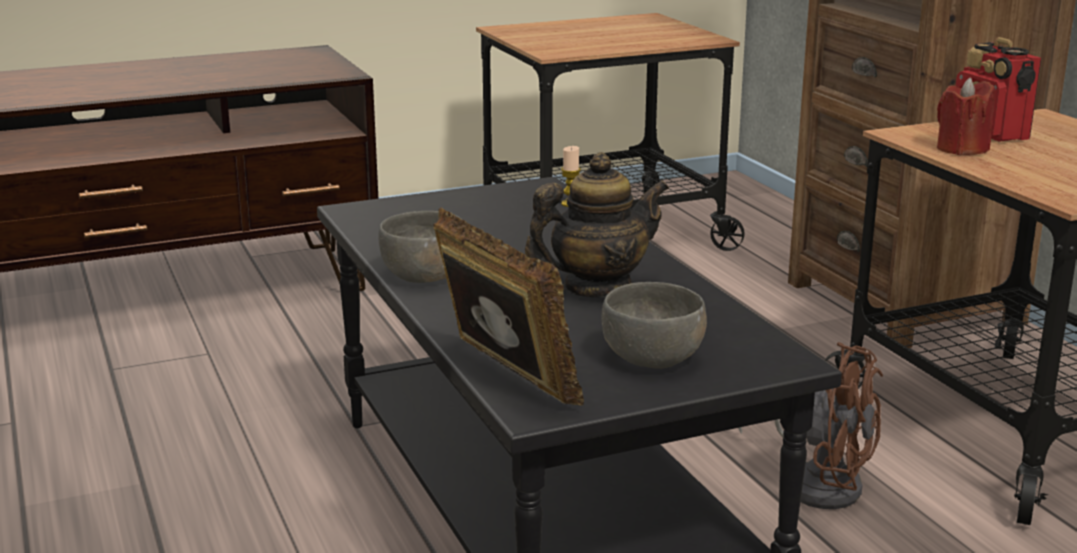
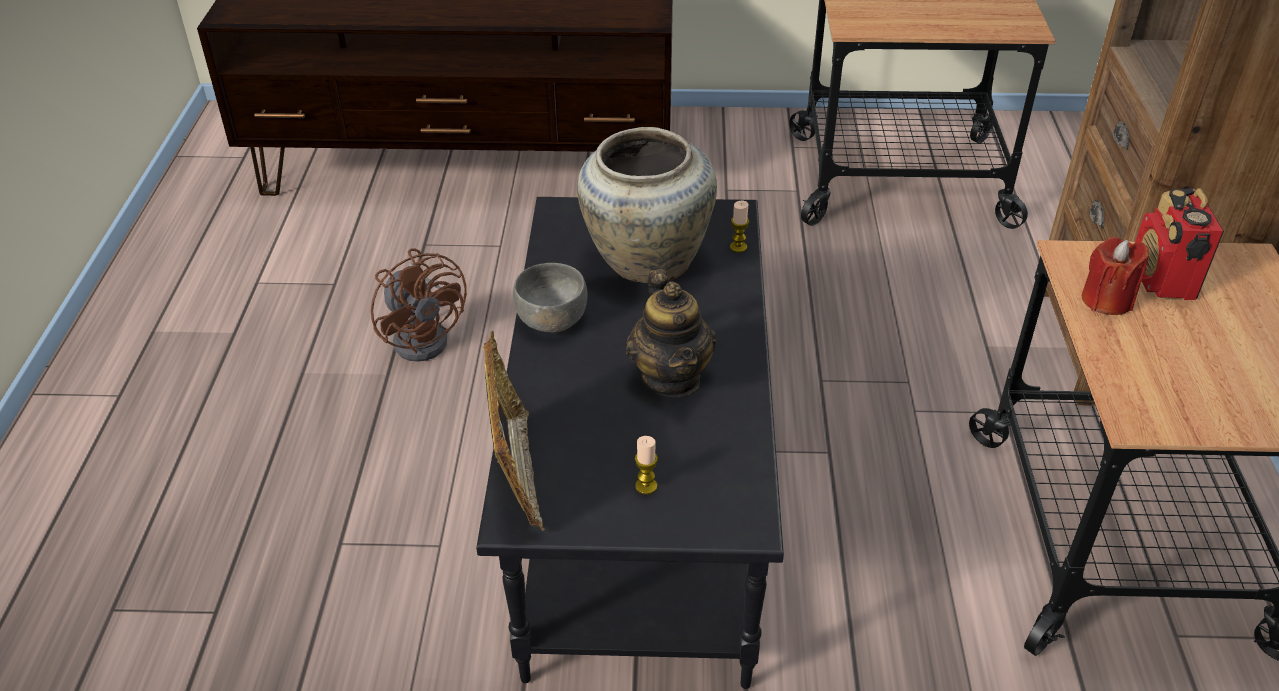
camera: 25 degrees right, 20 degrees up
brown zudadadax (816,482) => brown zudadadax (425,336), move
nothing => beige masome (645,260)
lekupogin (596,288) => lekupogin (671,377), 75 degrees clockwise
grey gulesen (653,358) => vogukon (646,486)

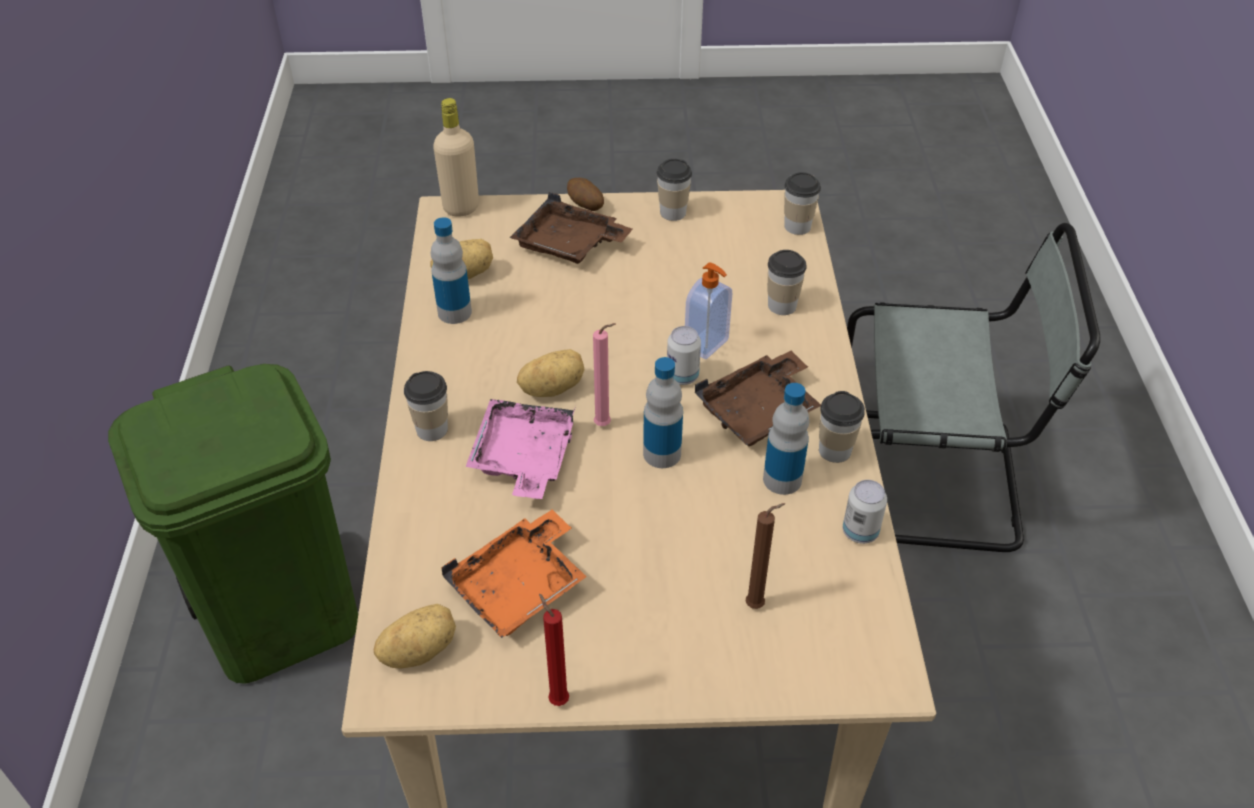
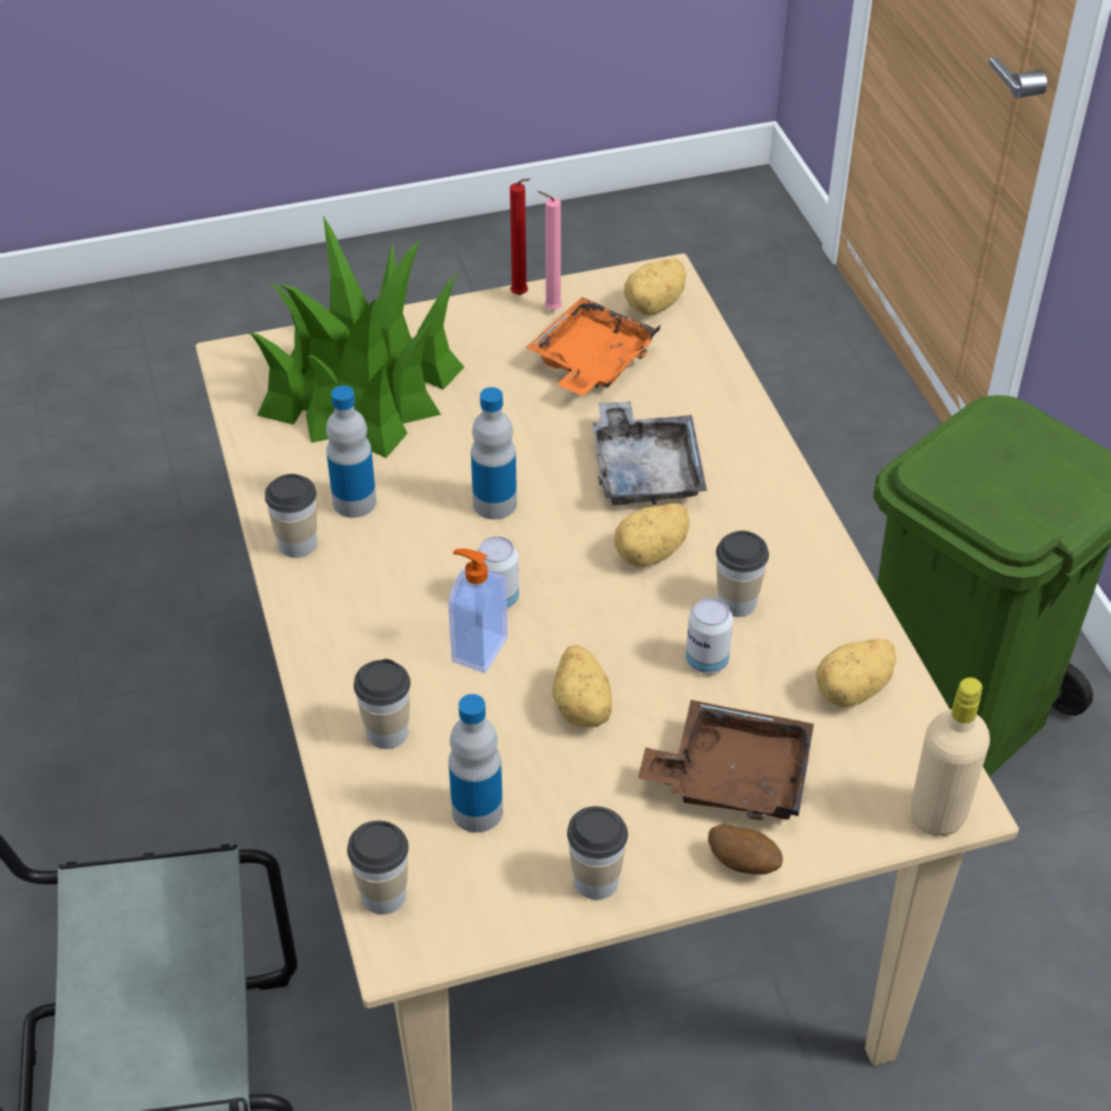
camera: 165 degrees right, 0 degrees up
brown vogukon (757,605) => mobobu (362,388)
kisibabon (454,312) => kisibabon (477,811), move
pink vogukon (605,425) => pink vogukon (550,310), move
nothing => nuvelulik (583,706)
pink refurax (523,458) => grey refurax (645,470)
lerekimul (860,532) => lerekimul (707,661), move
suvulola (432,429) => suvulola (737,602), move
brown refurax (759,411) => nothing

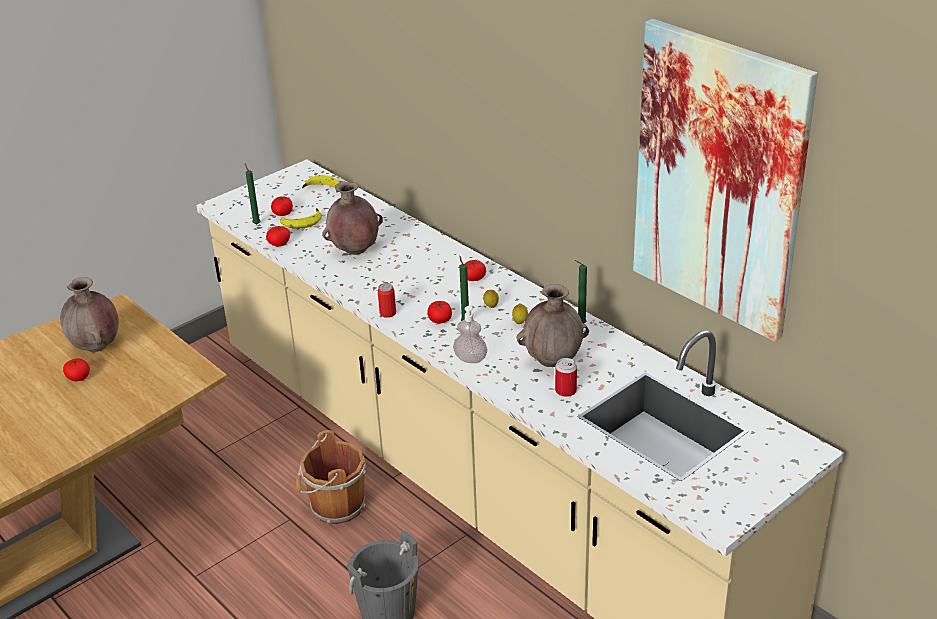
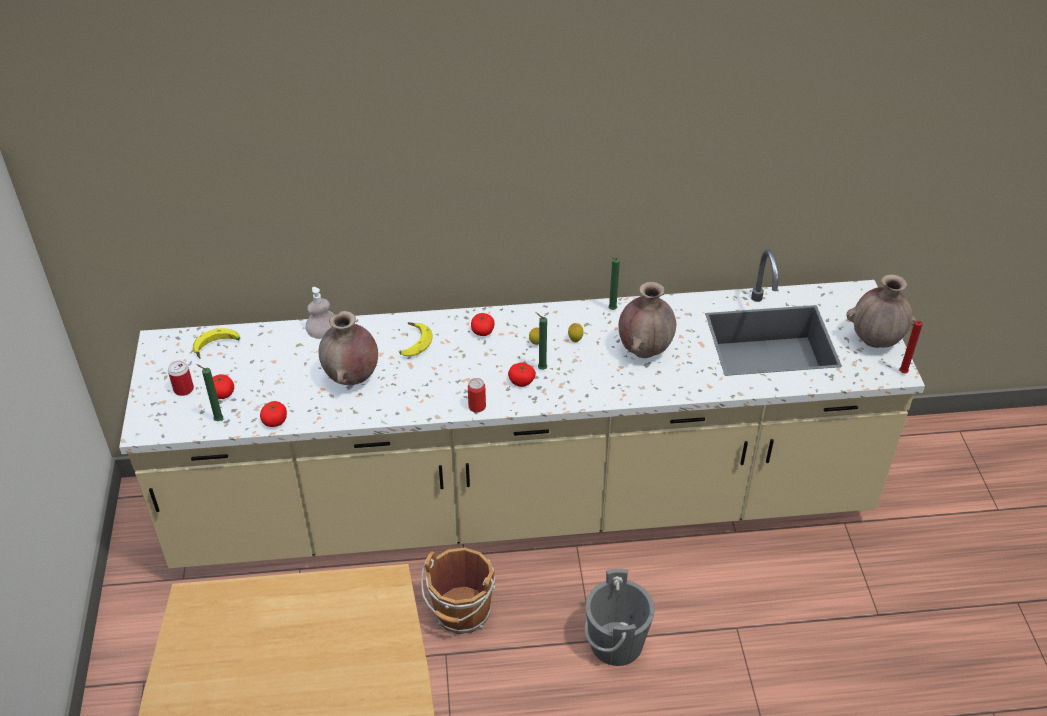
camera: 55 degrees left, 10 degrees up
lerekimul (565,391) => lerekimul (183,389), move
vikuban (470,359) => vikuban (322,333), move
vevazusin (301,222) => vevazusin (412,343), move
brown masome (97,347) => brown masome (875,341), move
nothing => red vogukon (902,373)
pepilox (78,377) => nothing
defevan (718,181) => nothing

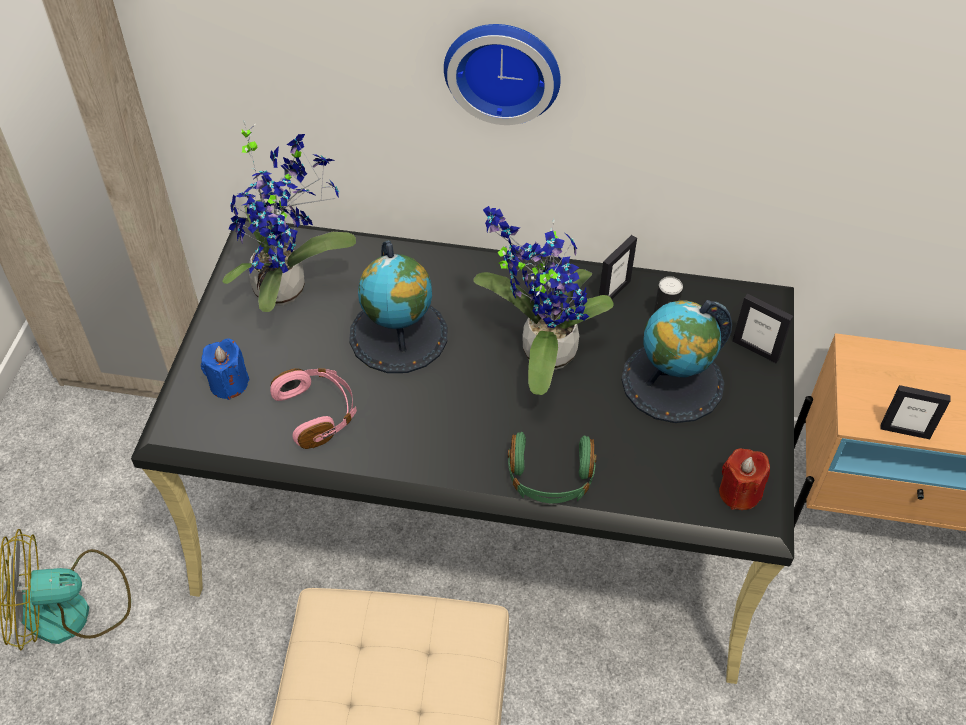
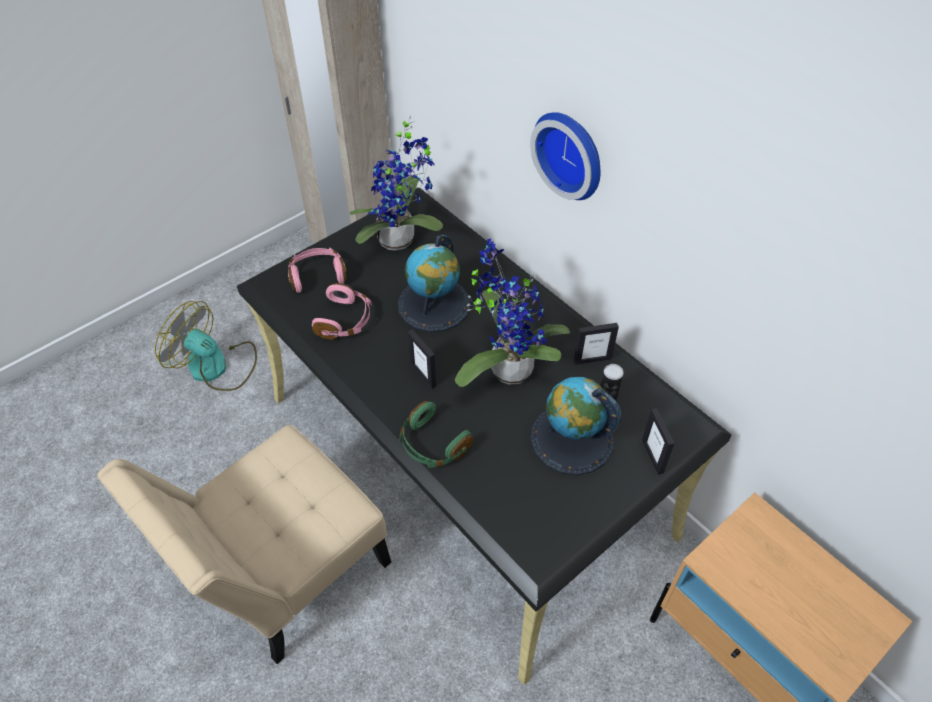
camera: 40 degrees right, 0 degrees up
blue vogukon (229,384) => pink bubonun (317,275)
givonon (905,431) => givonon (423,375), move
red vogukon (739,493) => nothing

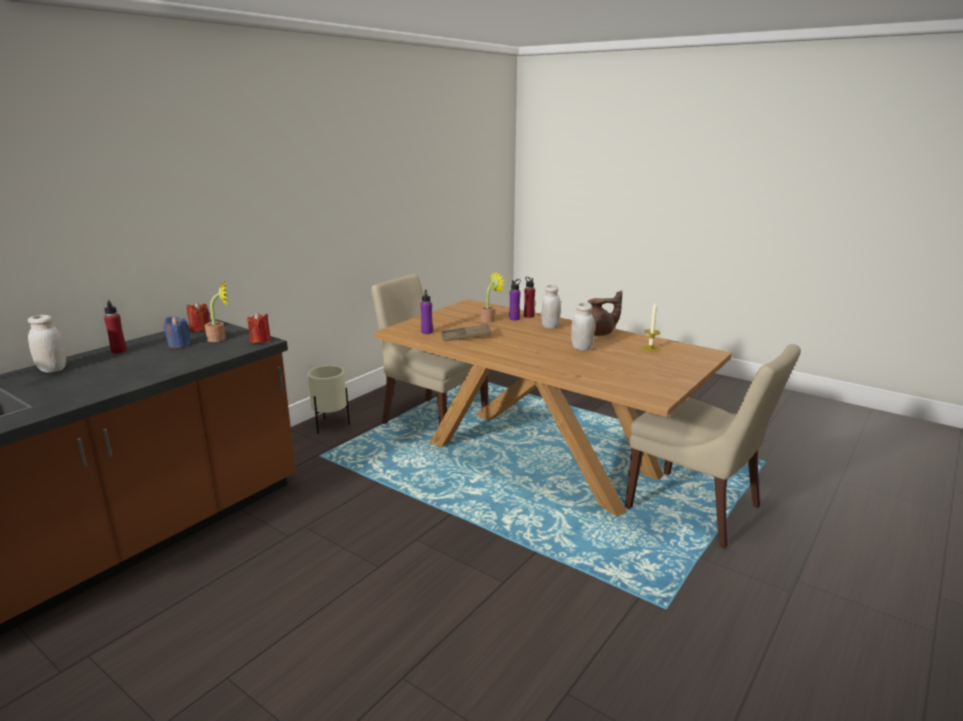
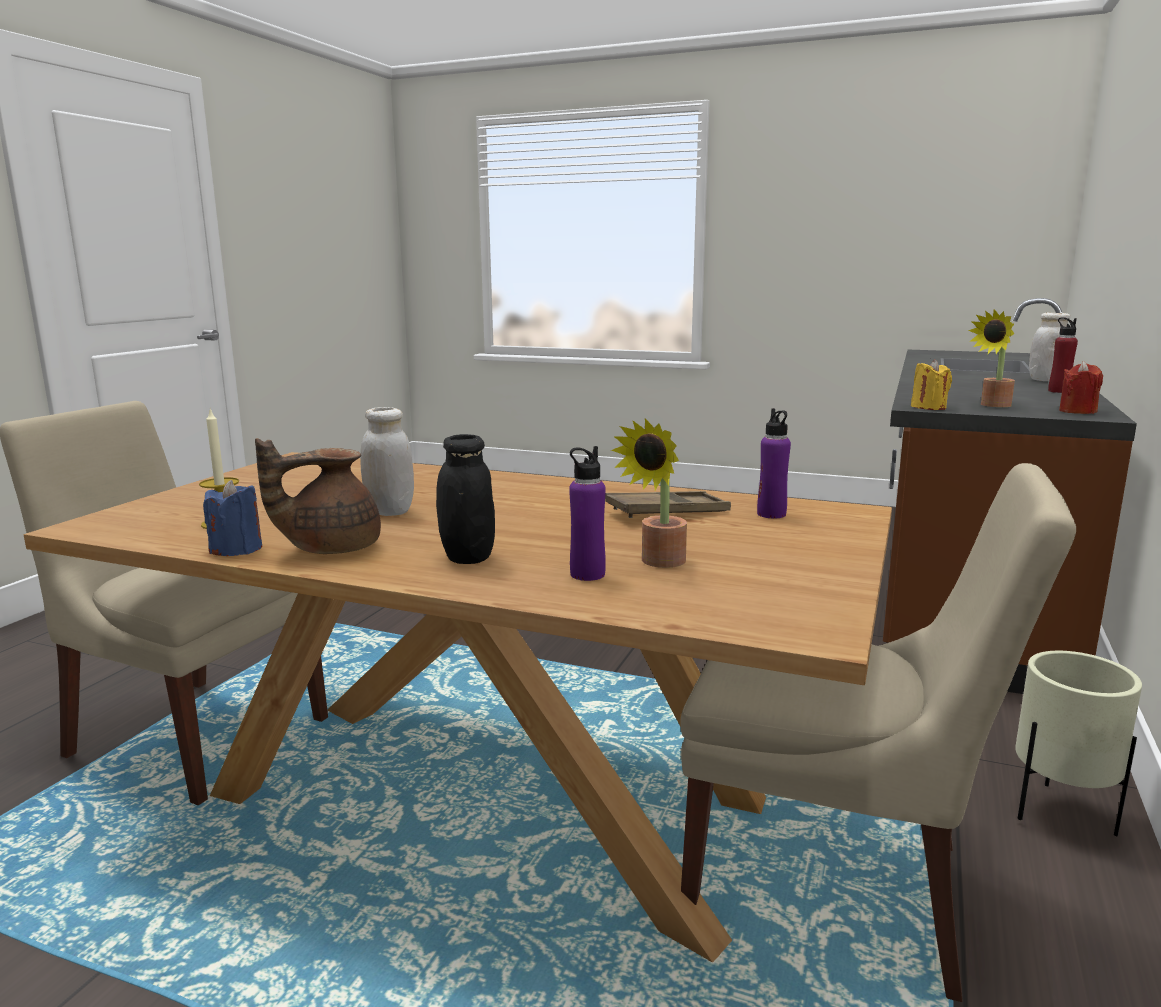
camera: 165 degrees right, 5 degrees down
blue vogukon (179,344) => blue vogukon (237,549), move
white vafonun (550,326) => black vafonun (467,557)
red vogukon (260,340) => yellow vogukon (929,407)
red kisibabon (529,316) => nothing

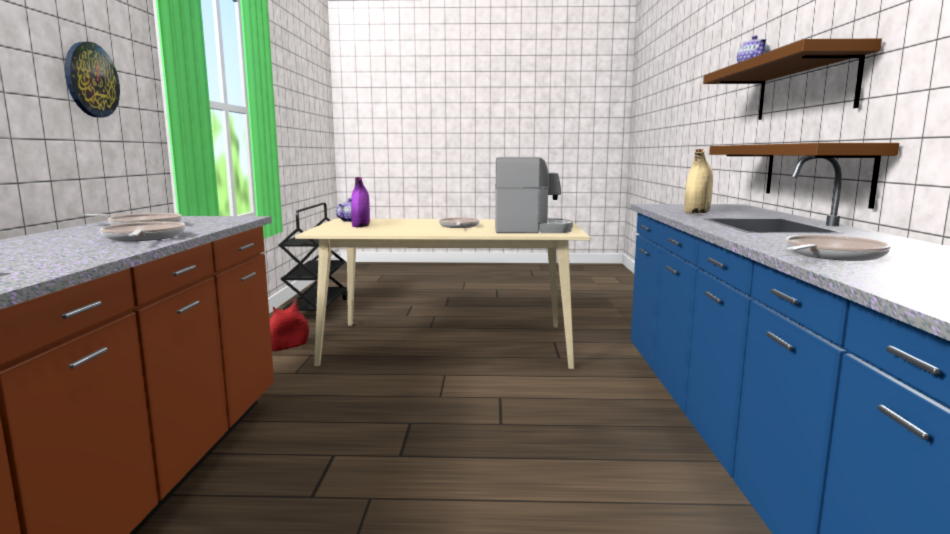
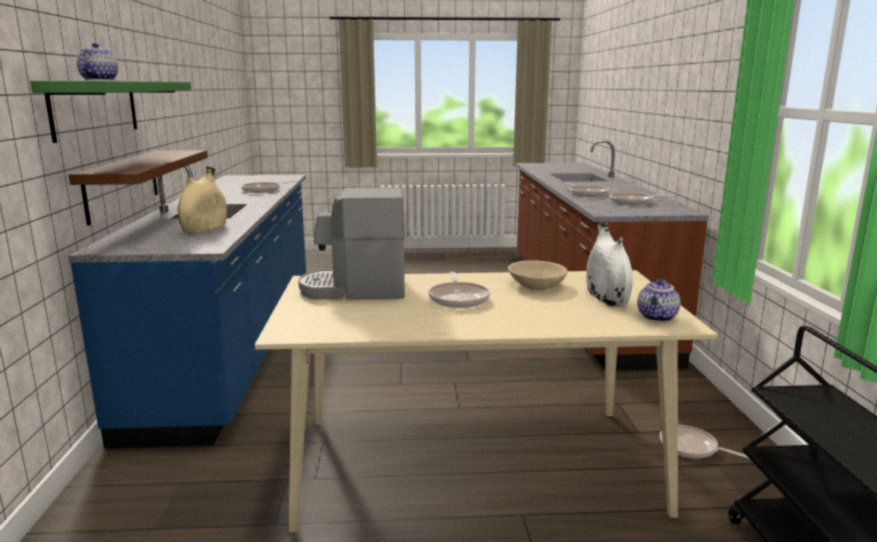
camera: 175 degrees right, 5 degrees up
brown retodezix (804,87) => green retodezix (96,108)
nothing => beige gulesen (536,285)
purple masome (361,225) => white masome (606,298)
red masome (287,346) => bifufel (691,448)
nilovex (91,80) => nothing

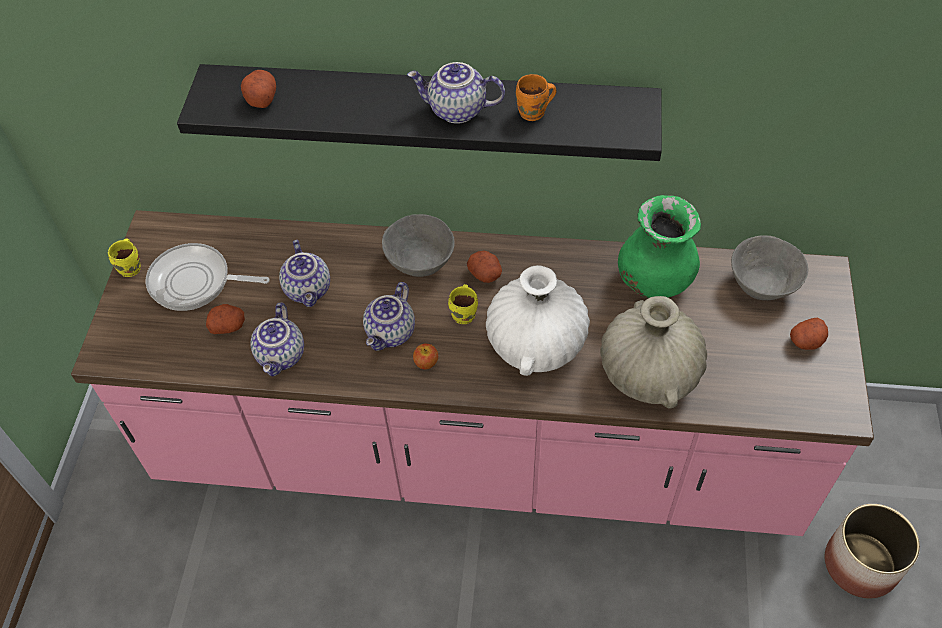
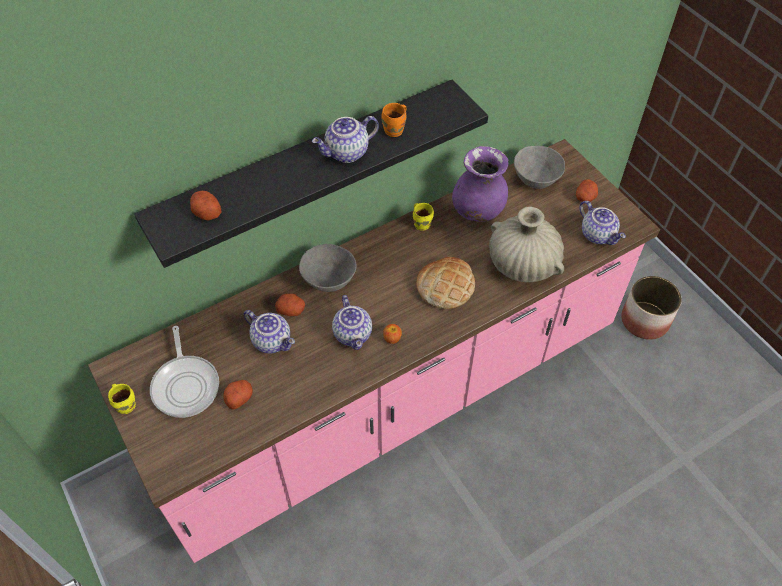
camera: 40 degrees left, 0 degrees up
bifufel (195,282) => bifufel (186,385), 75 degrees counterclockwise
nuvelulik (485,274) => nuvelulik (291,310), move
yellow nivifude (465,314) => yellow nivifude (422,223), move
white masome (535,343) => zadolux (445,286)
green masome (654,281) => purple masome (478,210)
lekupogin (282,356) => lekupogin (598,235), move

